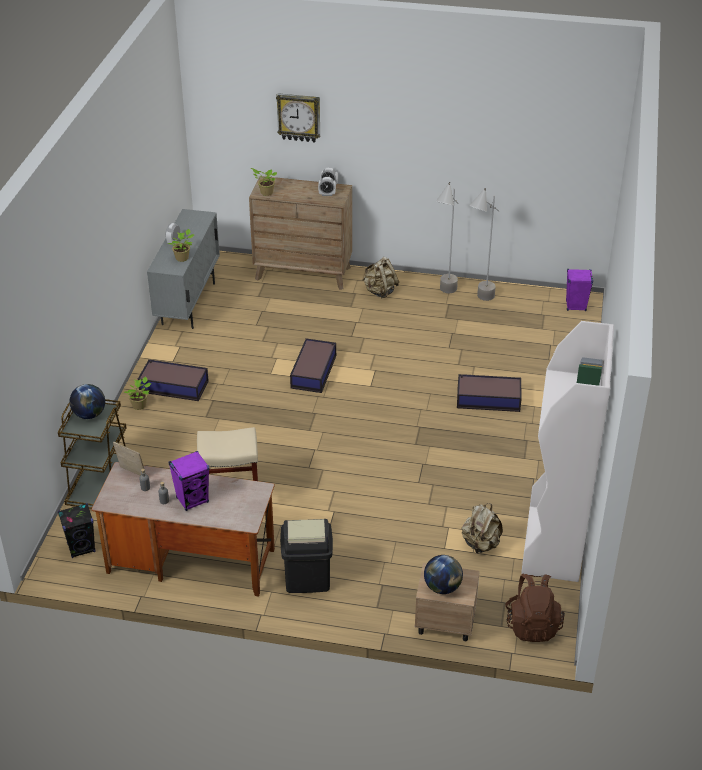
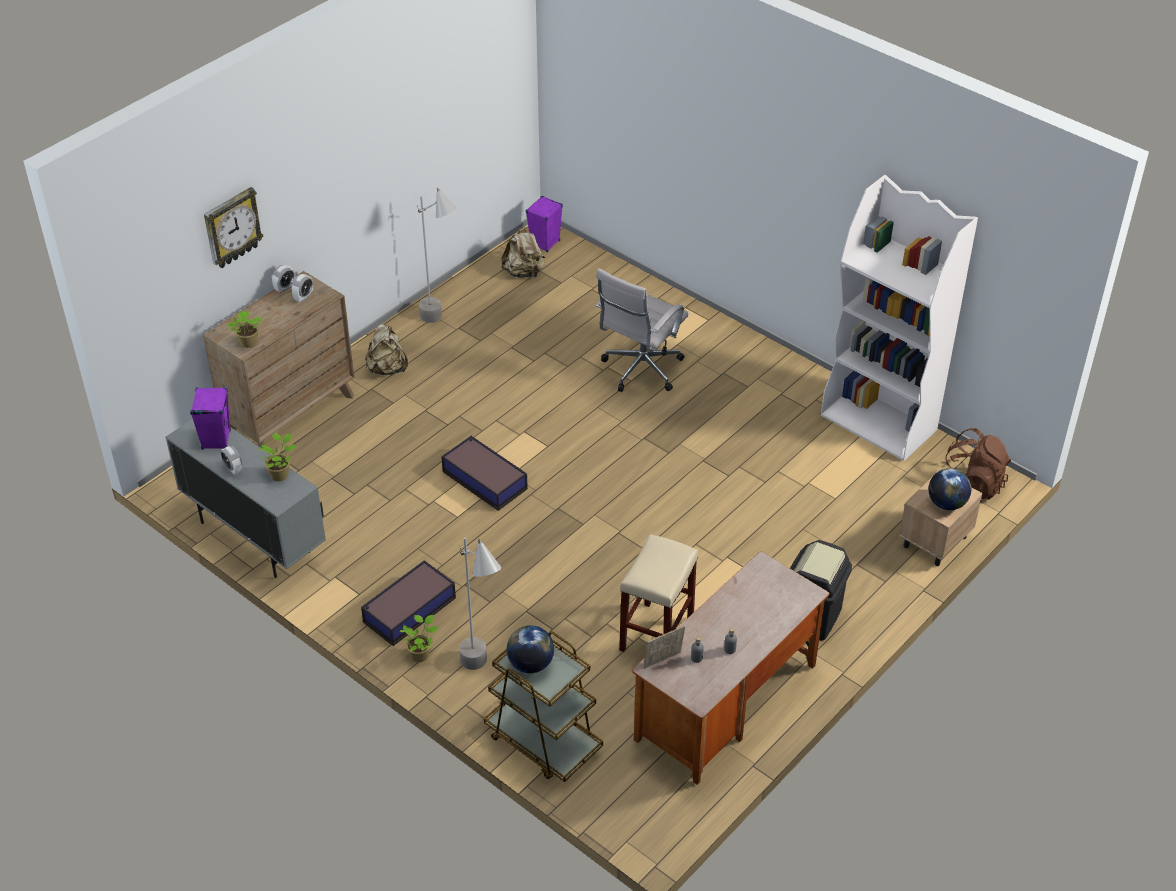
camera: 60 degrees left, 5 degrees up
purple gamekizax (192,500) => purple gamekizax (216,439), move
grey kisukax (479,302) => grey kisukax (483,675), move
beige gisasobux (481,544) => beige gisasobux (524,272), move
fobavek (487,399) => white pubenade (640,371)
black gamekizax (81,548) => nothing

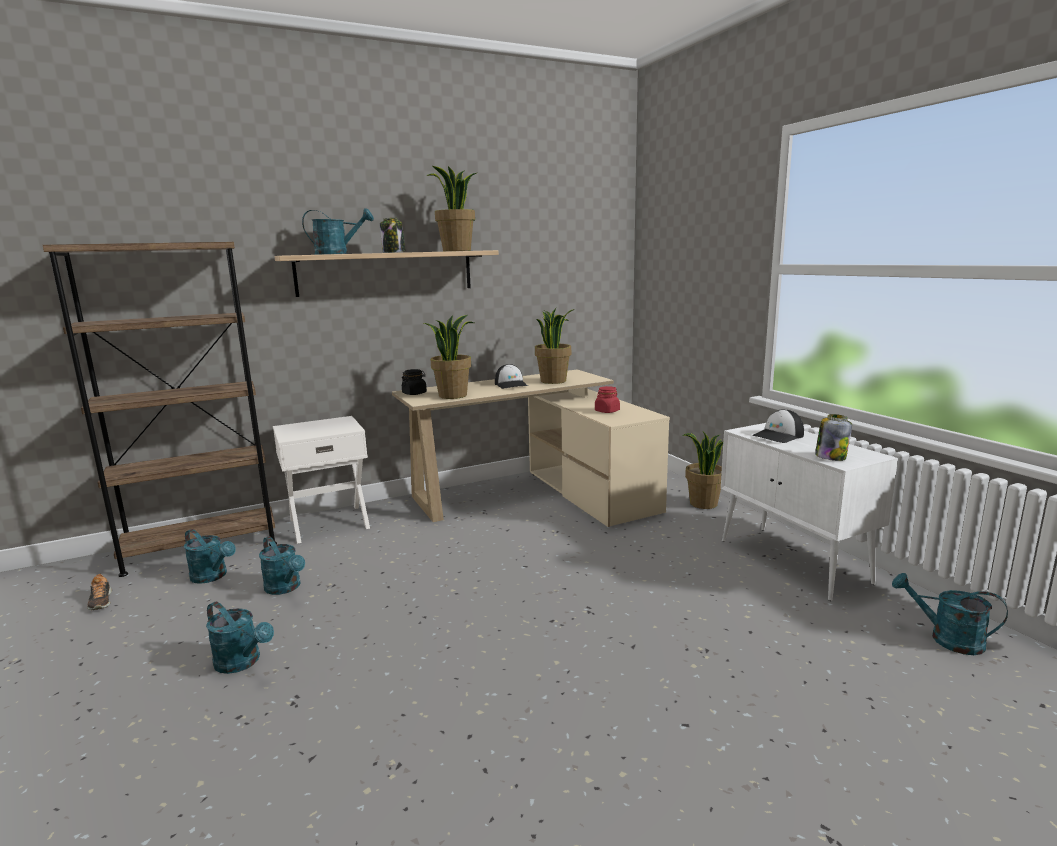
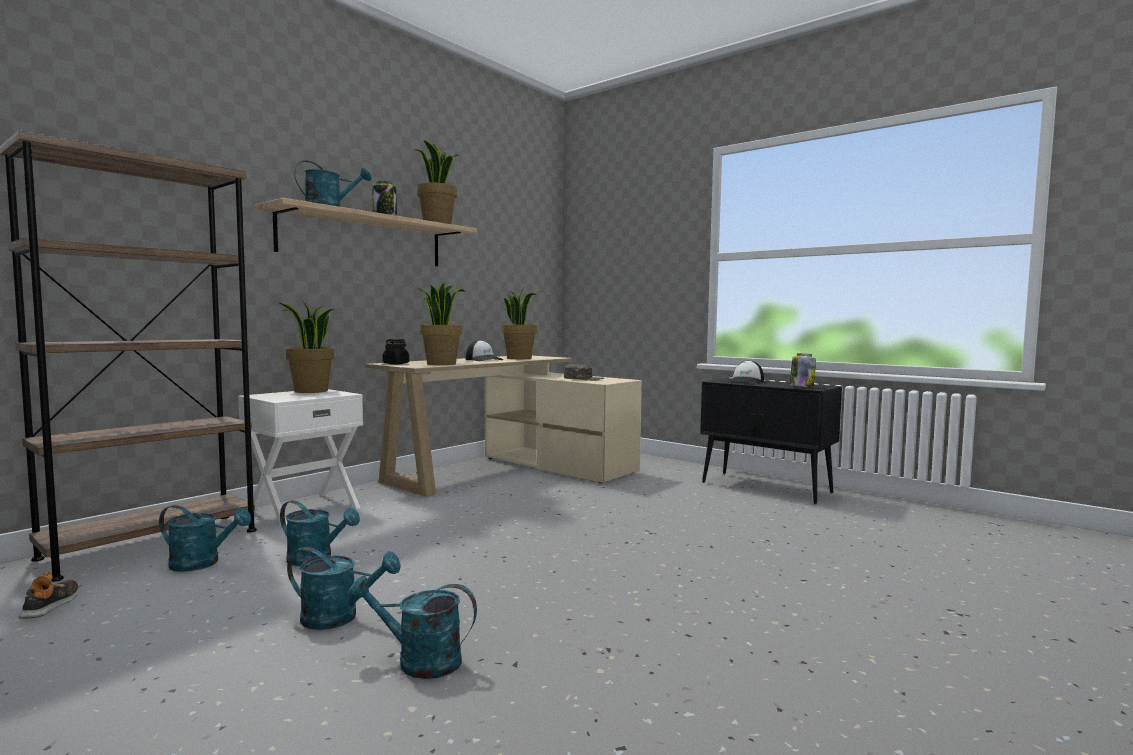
camera: 25 degrees left, 10 degrees down
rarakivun (100,601) => rarakivun (52,605), 135 degrees counterclockwise
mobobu (703,504) => mobobu (310,391), move
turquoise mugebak (946,639) => turquoise mugebak (418,661), move
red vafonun (607,411) => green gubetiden (583,379)
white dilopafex (794,562) => black dilopafex (767,488)

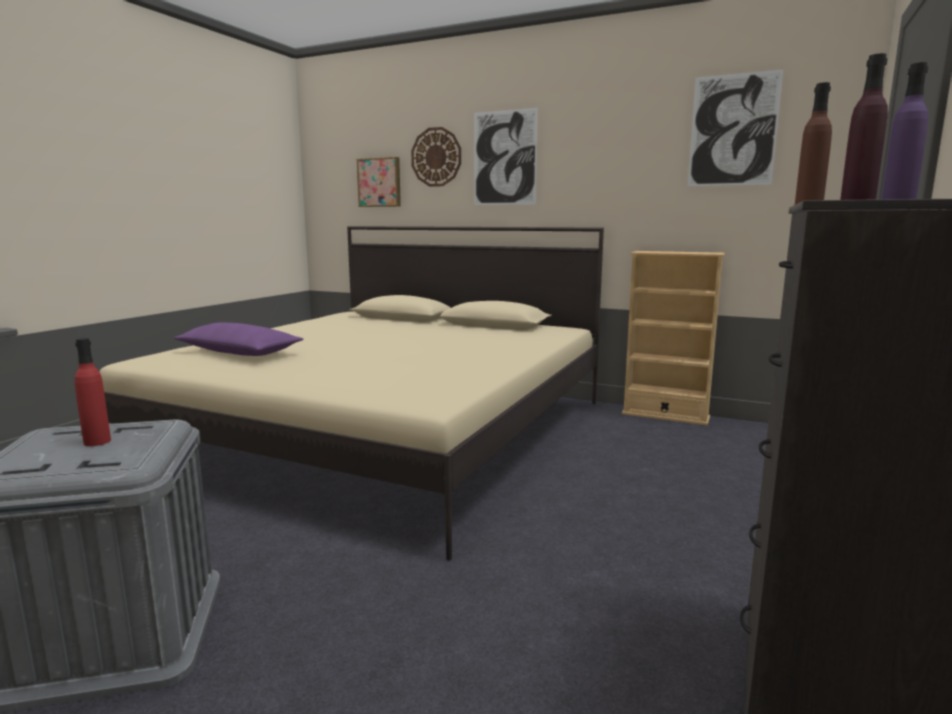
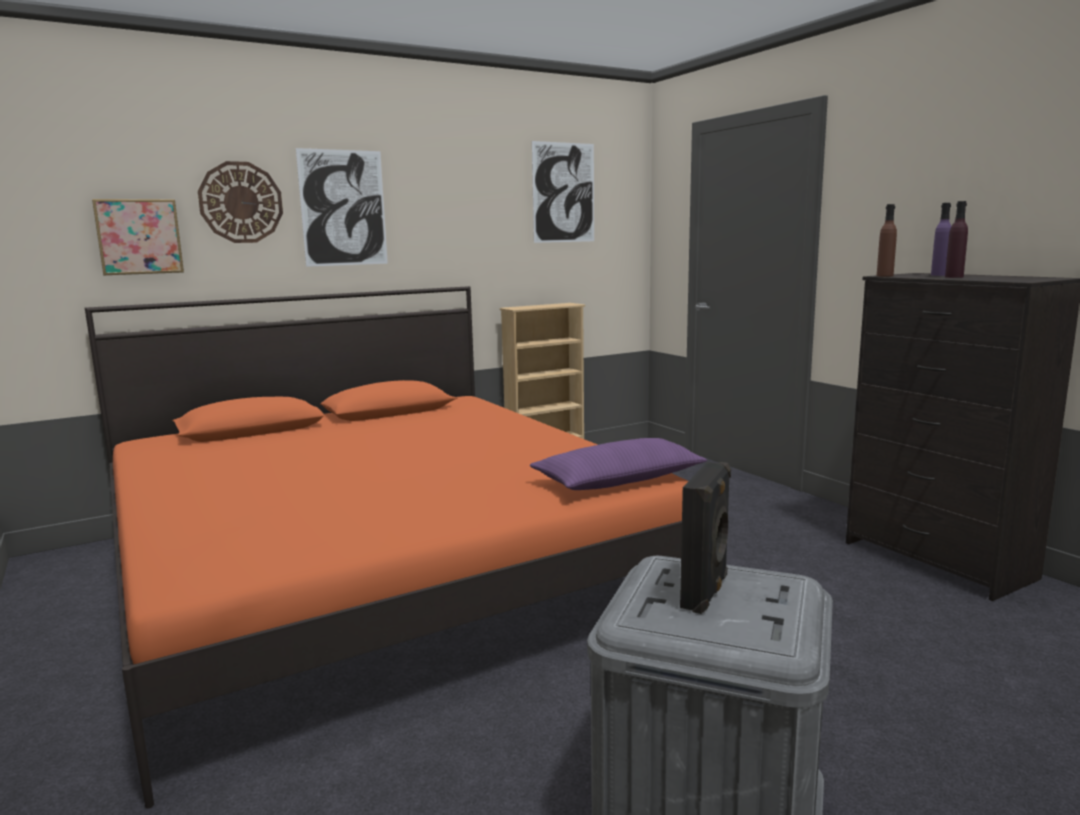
camera: 55 degrees left, 0 degrees up
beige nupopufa (385,431) => orange nupopufa (380,571)
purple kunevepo (239,352) => purple kunevepo (619,480), move
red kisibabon (97,442) => black gamekizax (706,592)

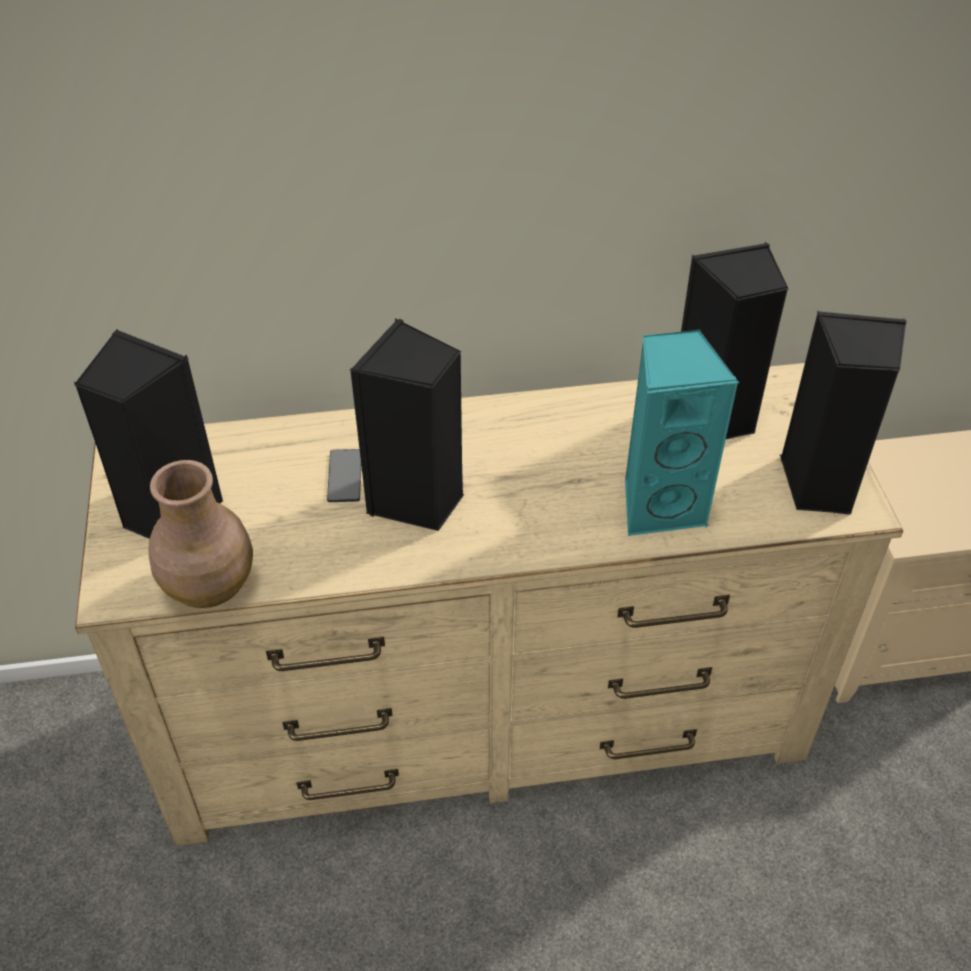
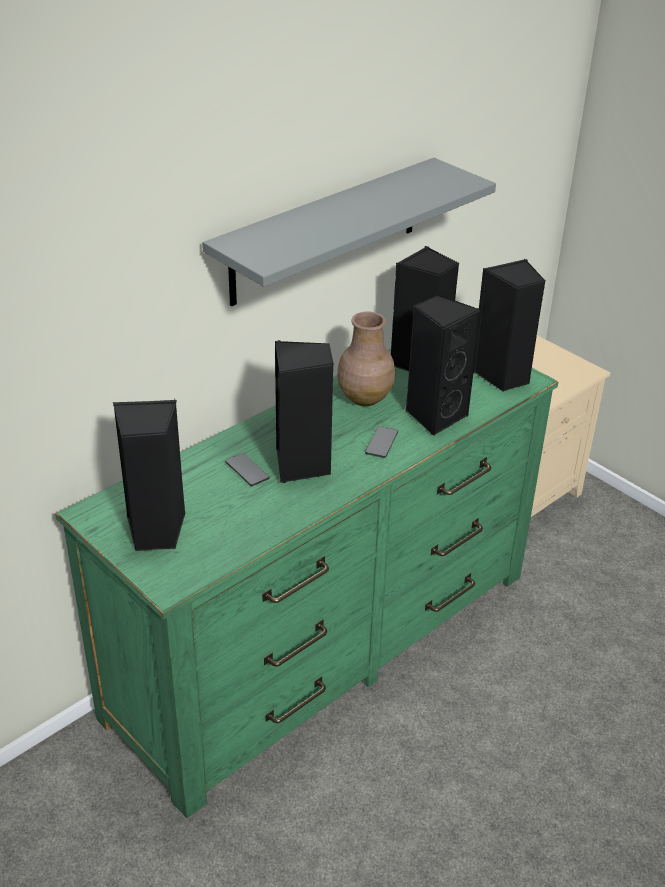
camera: 35 degrees left, 10 degrees down
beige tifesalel (485,716) => green tifesalel (324,643)
nothing => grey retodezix (326,231)
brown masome (208,586) => brown masome (364,398), move
nothing => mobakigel (381,443)
turquoise gamekizax (660,505) => black gamekizax (434,415)

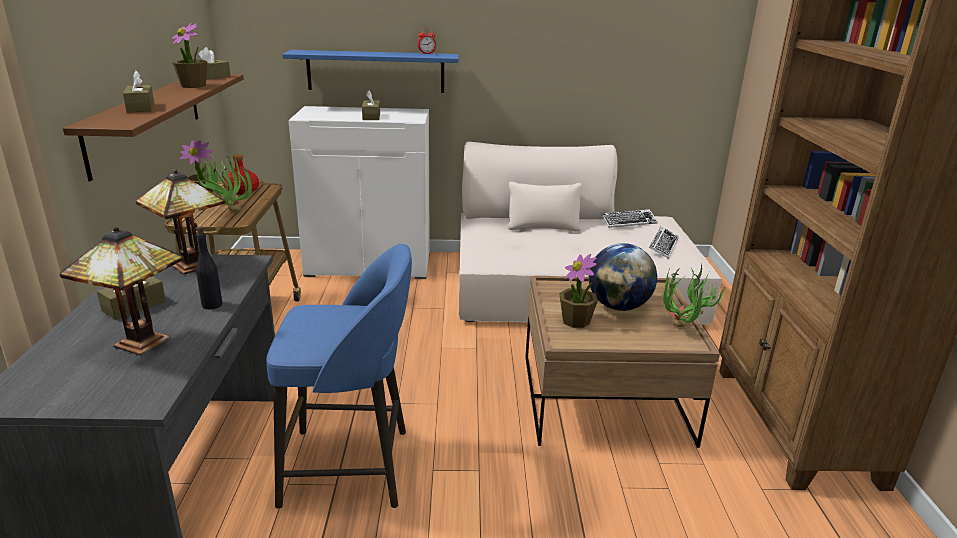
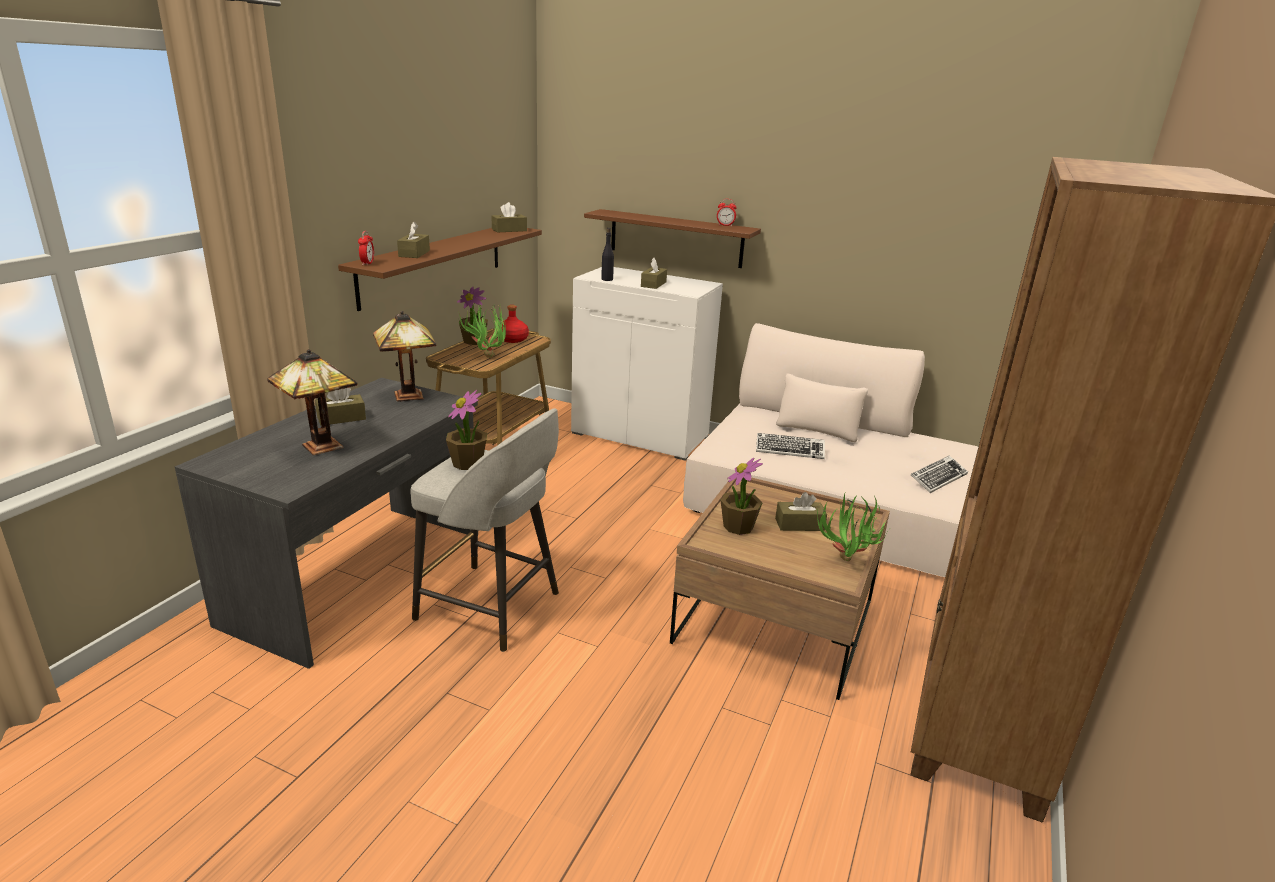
camera: 25 degrees right, 0 degrees up
nothing => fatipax (367,263)
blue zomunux (351,467) => grey zomunux (491,607)
mobobu (193,86) => mobobu (468,463), move
blue retodezix (375,71) => brown retodezix (676,238)
black kisibabon (212,305) => black kisibabon (607,279), move
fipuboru (628,222) => fipuboru (789,450), move
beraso (618,306) => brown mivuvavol (799,524)

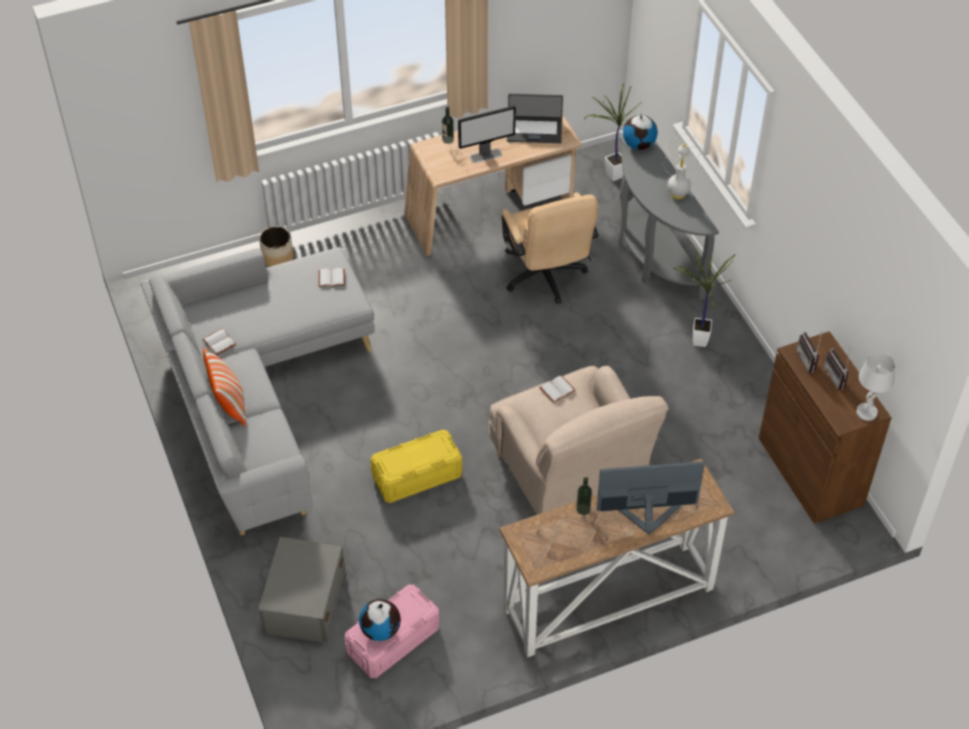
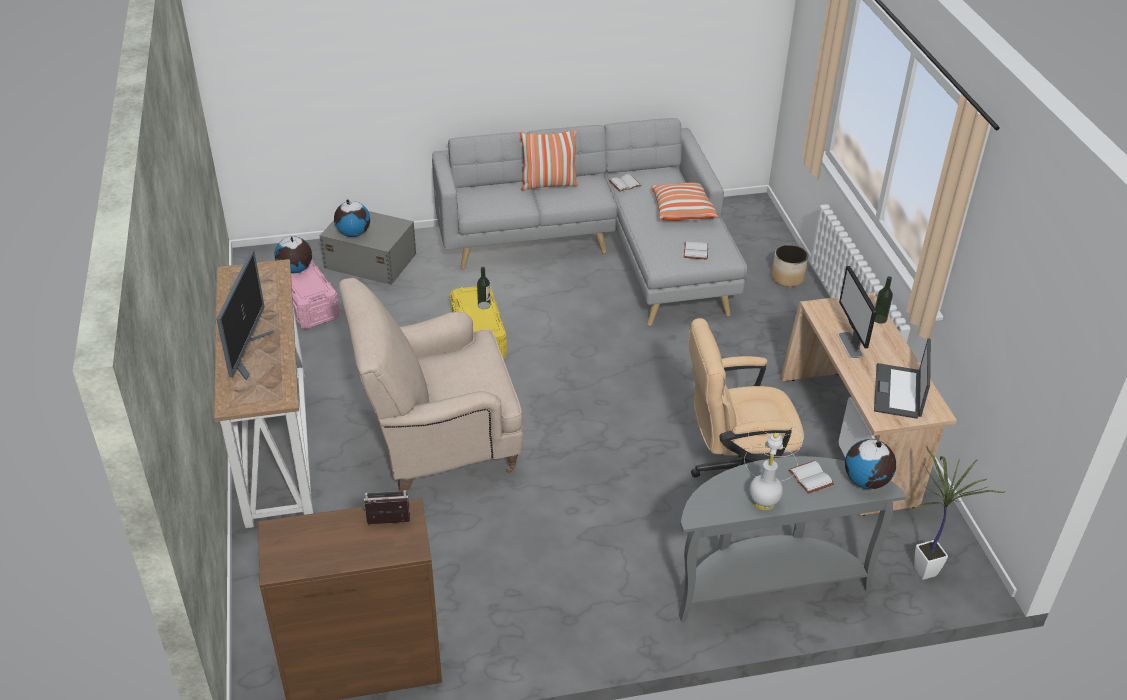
camera: 100 degrees right, 10 degrees down
nothing => beraso (353,233)
kisibabon (583,509) => kisibabon (484,305), move
nothing => kunevepo (683,211)
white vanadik (557,389) => white vanadik (812,478), move
mobobu (696,340) => nothing
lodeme (837,377) => nothing
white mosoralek (866,412) => nothing

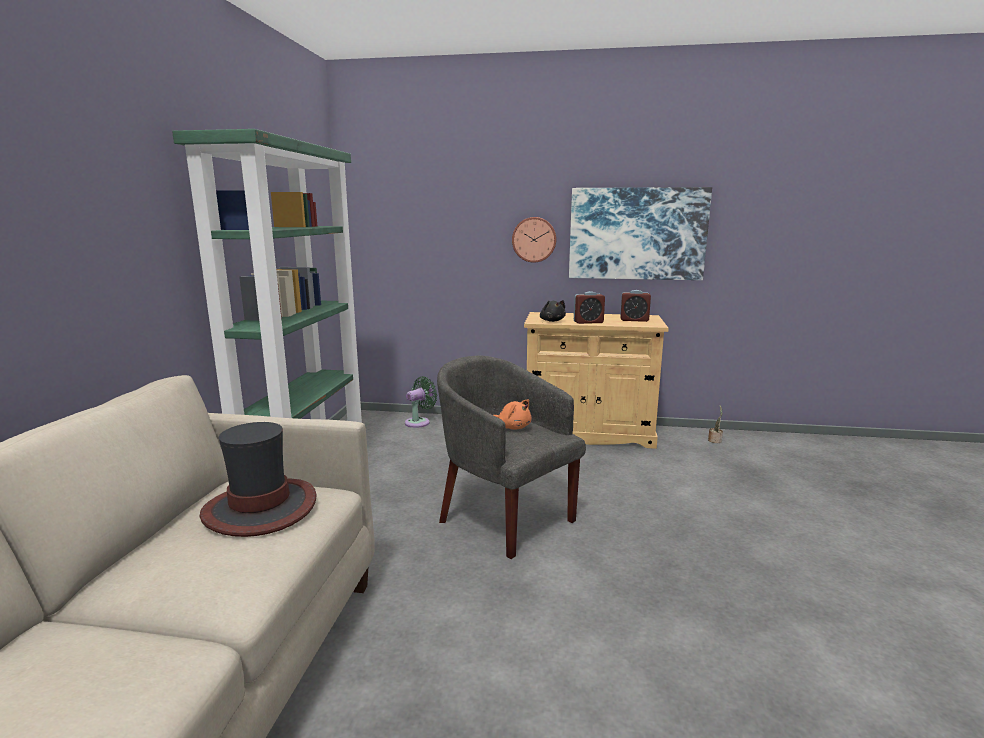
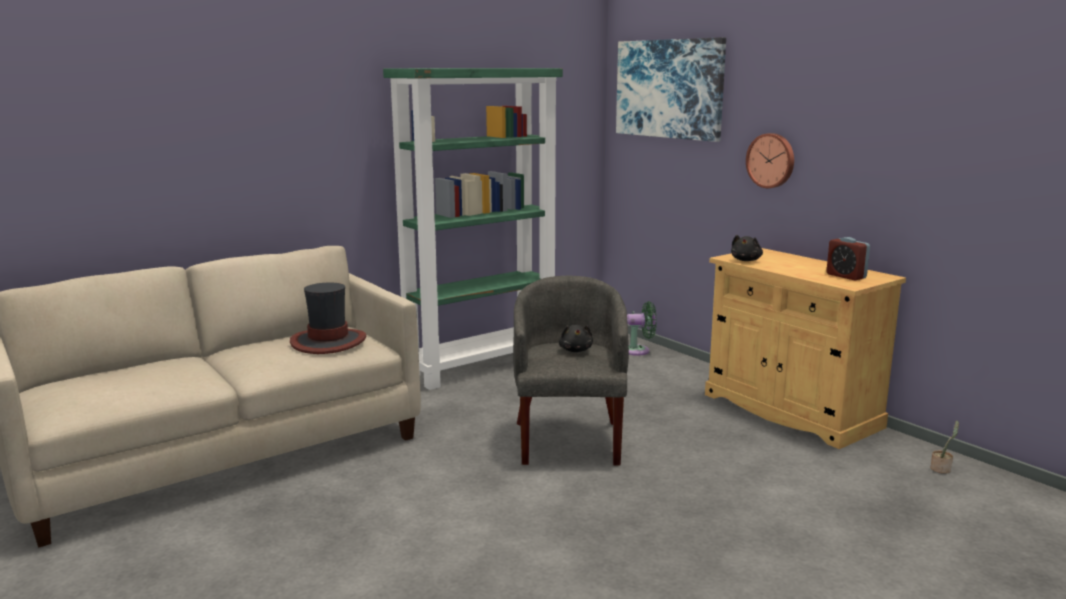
camera: 45 degrees right, 0 degrees up
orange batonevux (513,427) => black batonevux (576,350)
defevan (637,234) => defevan (669,89), move
fatipax (588,322) => nothing

